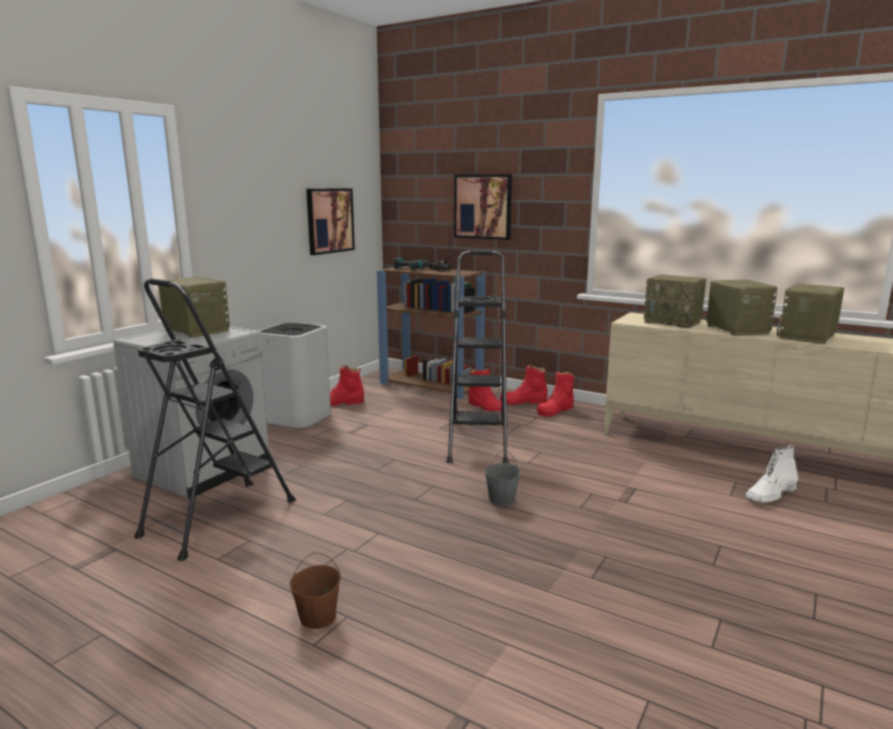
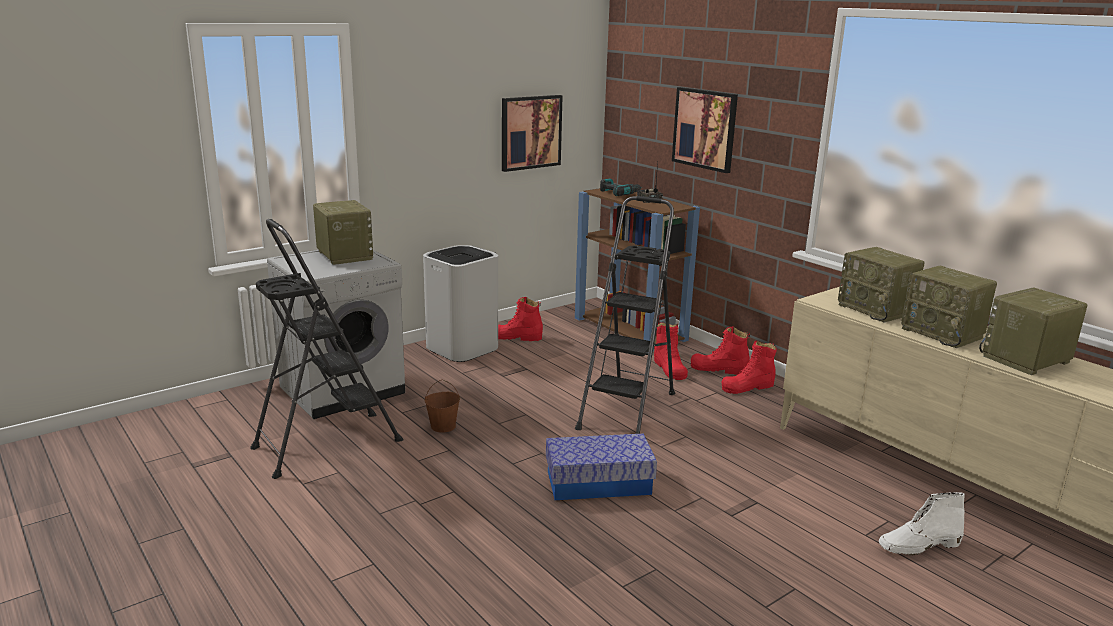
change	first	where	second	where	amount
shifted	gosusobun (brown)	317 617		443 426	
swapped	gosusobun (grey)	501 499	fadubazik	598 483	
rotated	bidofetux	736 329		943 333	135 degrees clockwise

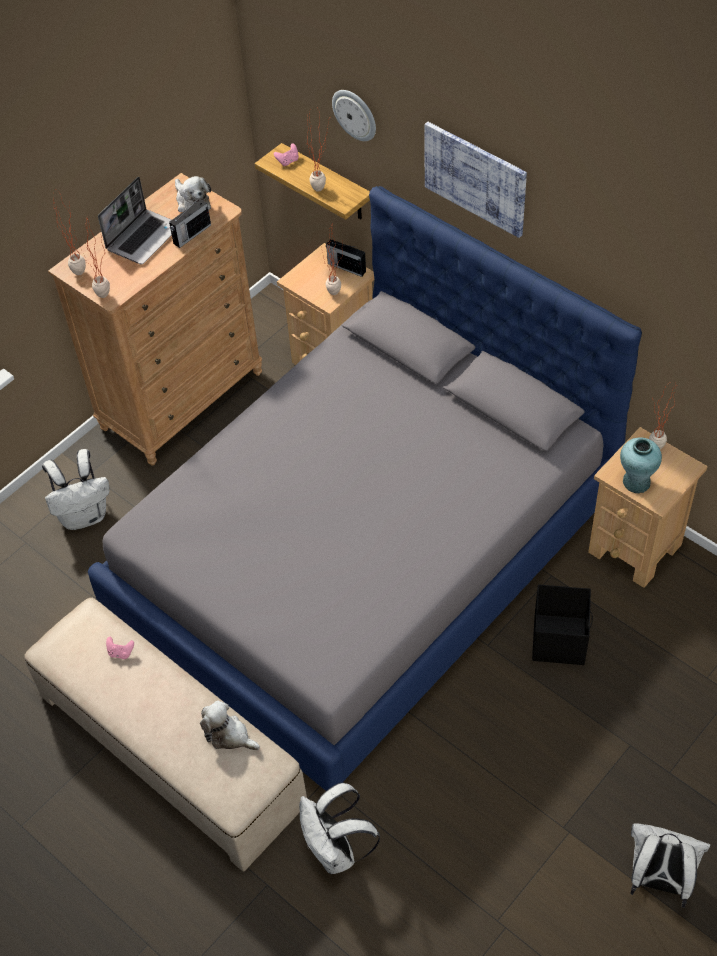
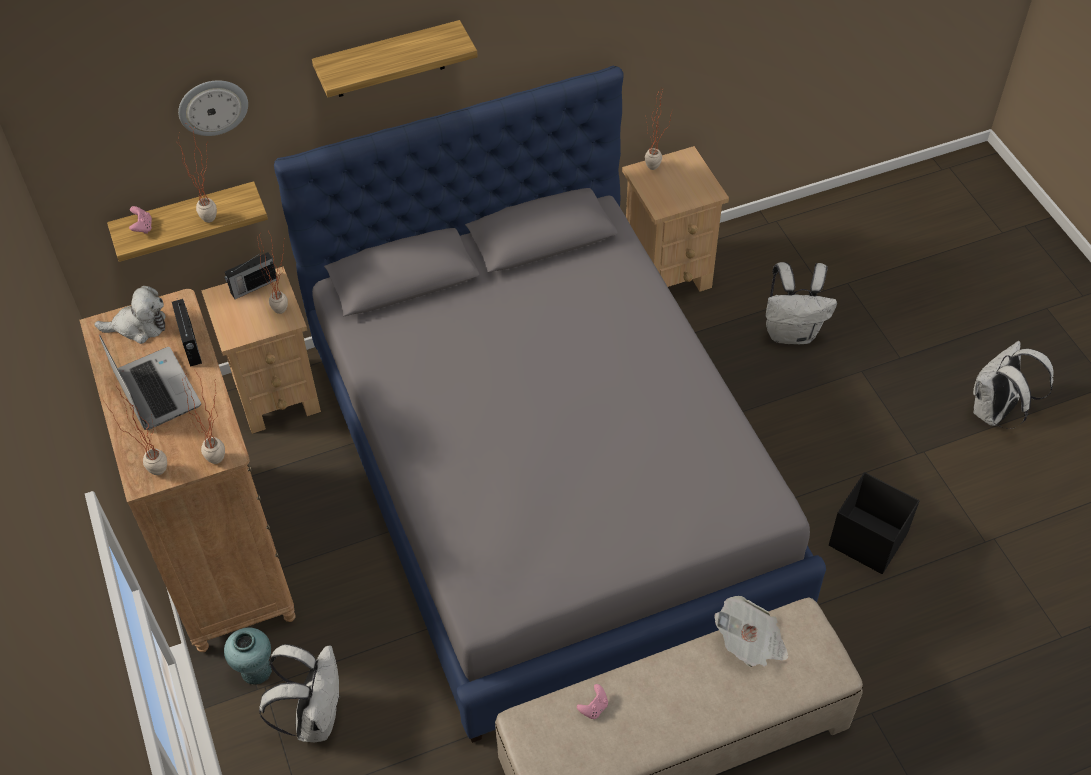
change	first	where	second	where	amount
shifted	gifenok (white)	336 851		792 332	
shifted	fadubazik (black)	559 639		867 539	
shifted	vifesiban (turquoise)	636 482		256 671	
swapped	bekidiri	229 735	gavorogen	750 643	
swapped	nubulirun	475 178	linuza	389 60	

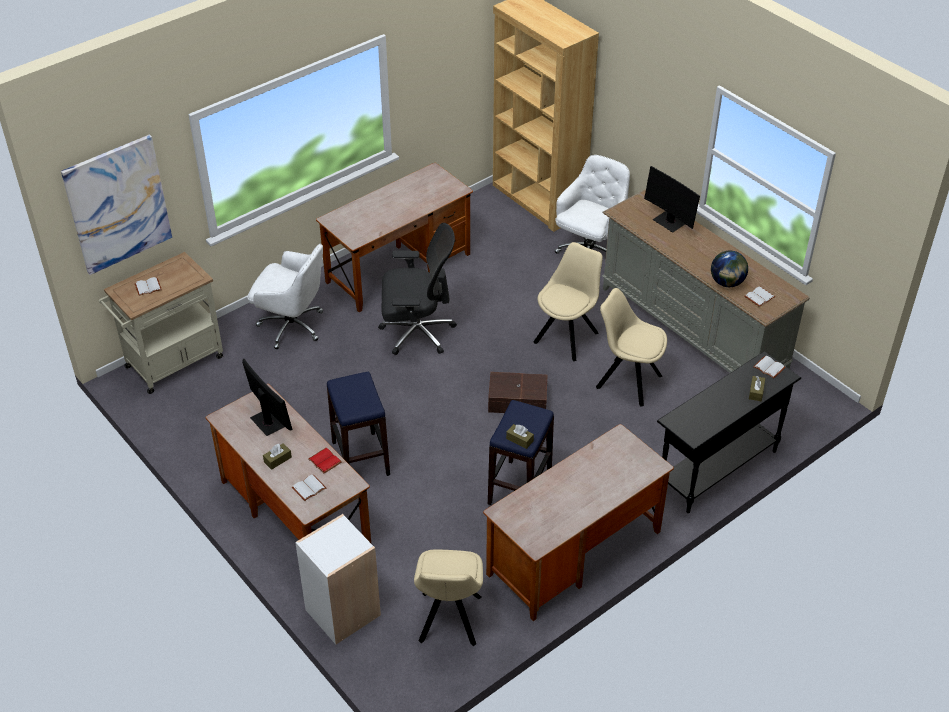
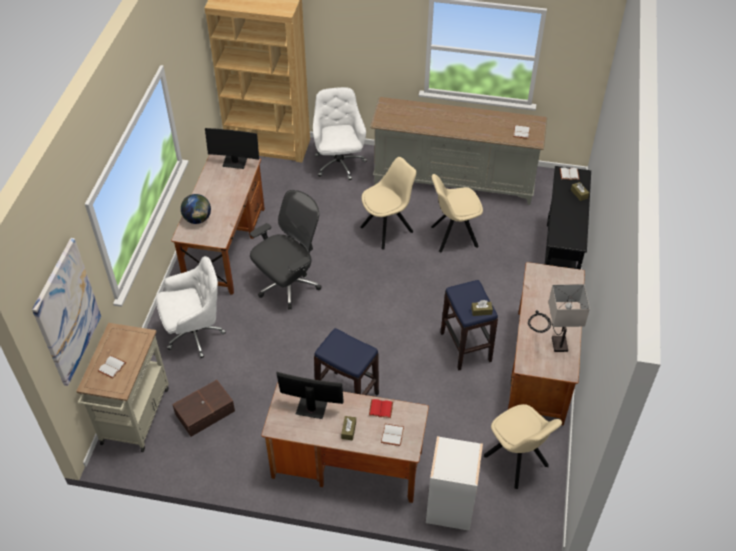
change	first	where	second	where	amount
new			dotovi	551 334	
shifted	fadubazik (brown)	517 400		204 412	
shifted	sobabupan	669 222		235 162	
shifted	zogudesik	727 283		198 219	
rotated	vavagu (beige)	567 338		387 229	60 degrees clockwise

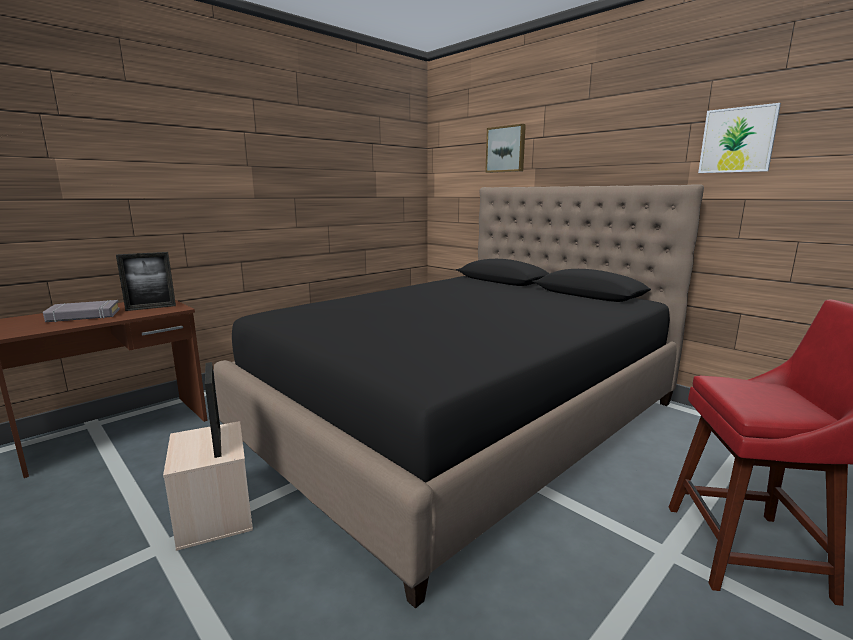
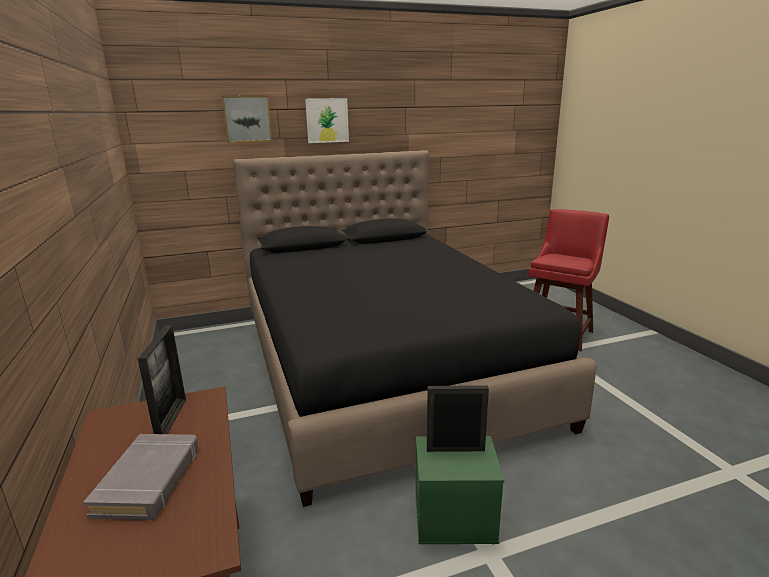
change	first	where	second	where	amount
shifted	nubulirun	737 140		327 120	
repainted	fadubazik (beige)	213 514	fadubazik (green)	453 518	

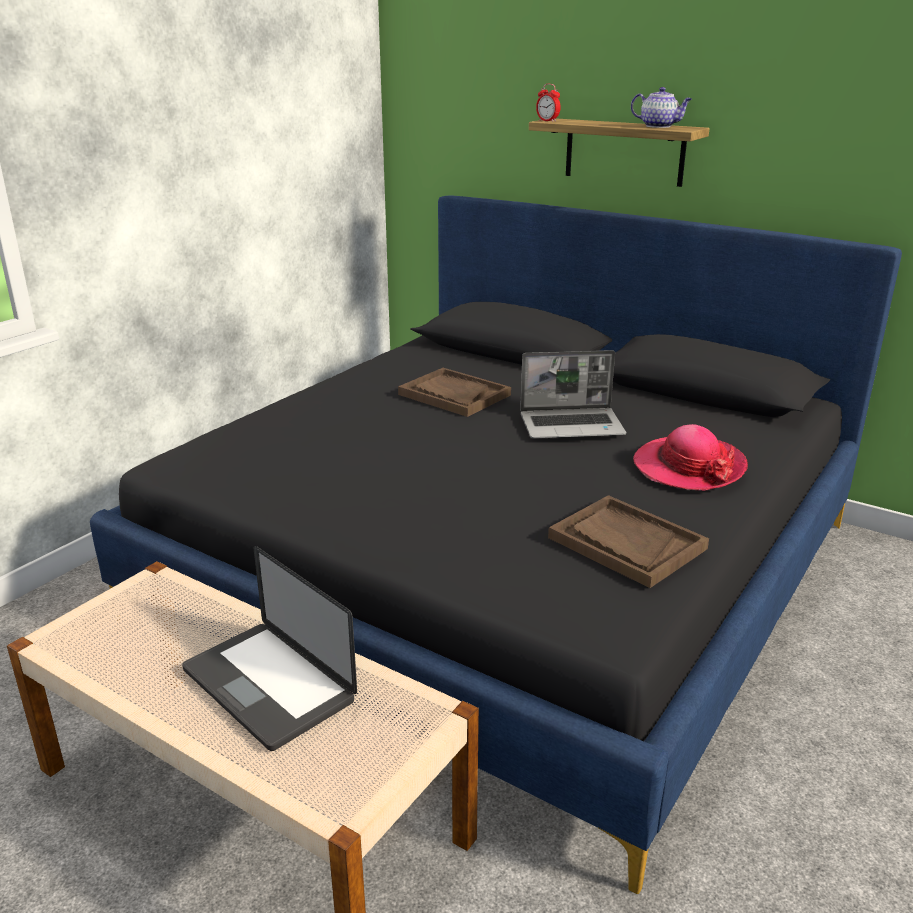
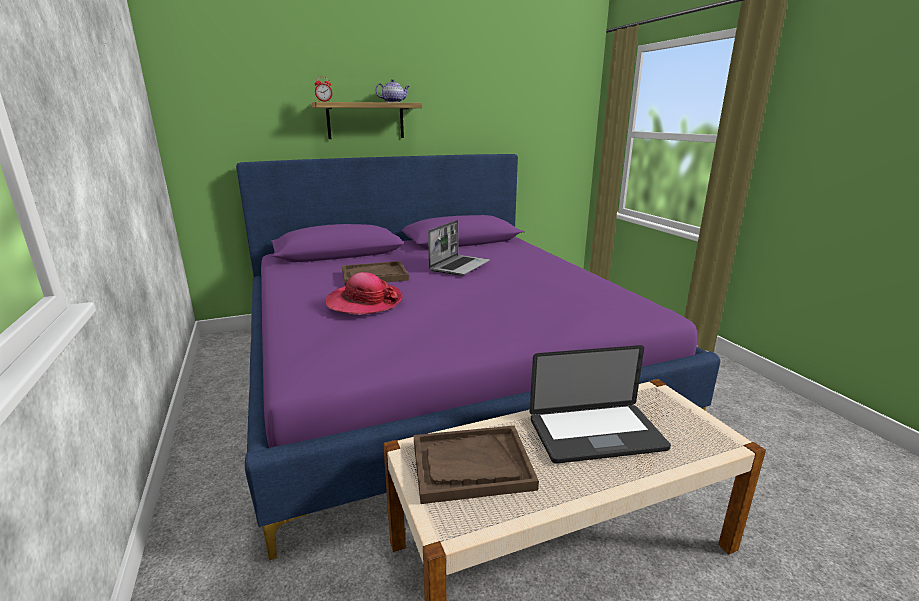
change	first	where	second	where	amount
shifted	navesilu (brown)	626 543		471 465	
shifted	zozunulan	688 467		364 302	
repainted	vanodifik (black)	509 569	vanodifik (purple)	438 370	

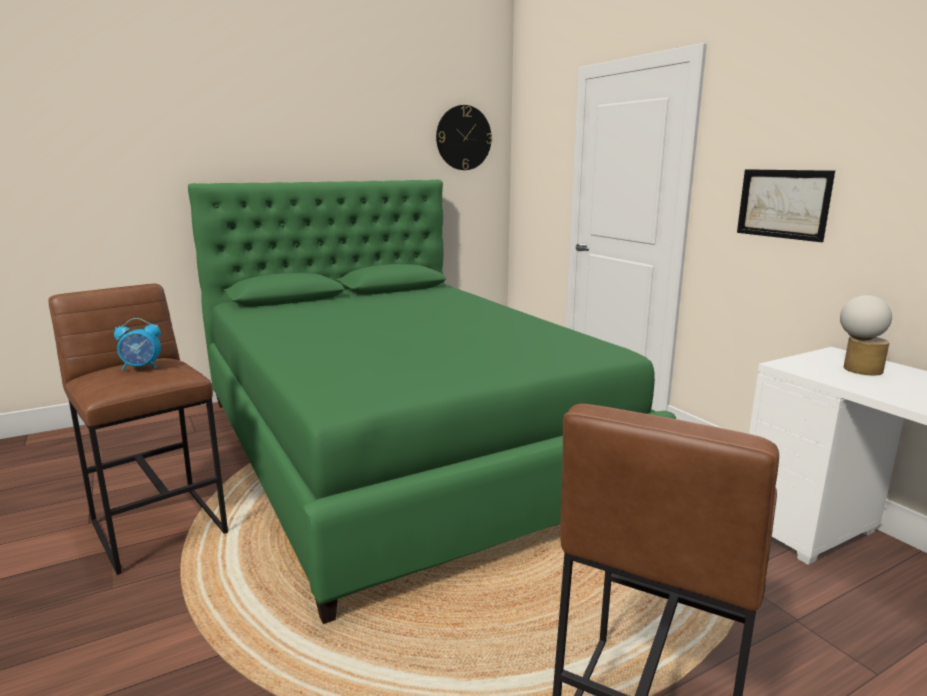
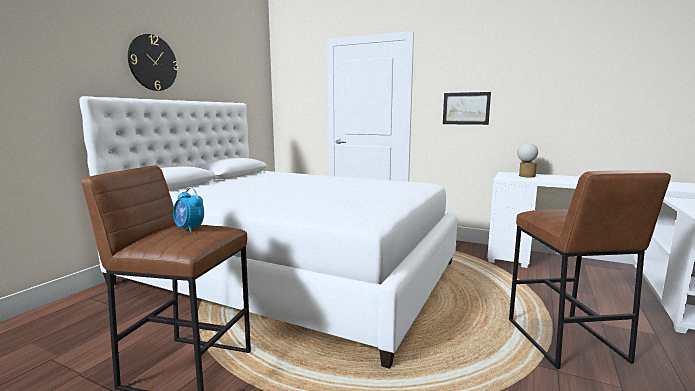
change	first	where	second	where	amount
shifted	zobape	463 138		153 63	
repainted	vanodifik (green)	402 446	vanodifik (white)	290 273	
rotated	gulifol	142 368		189 229	90 degrees clockwise

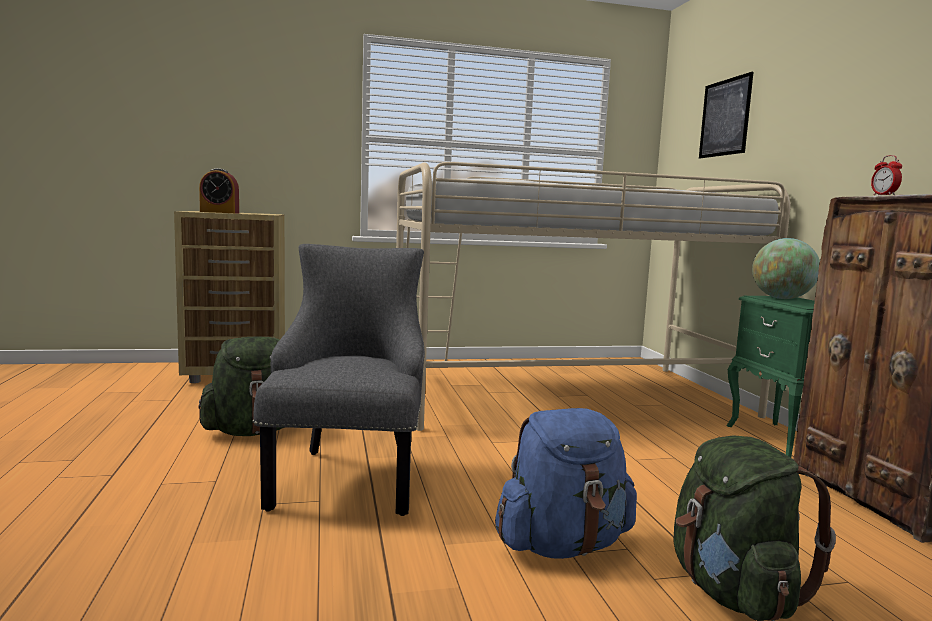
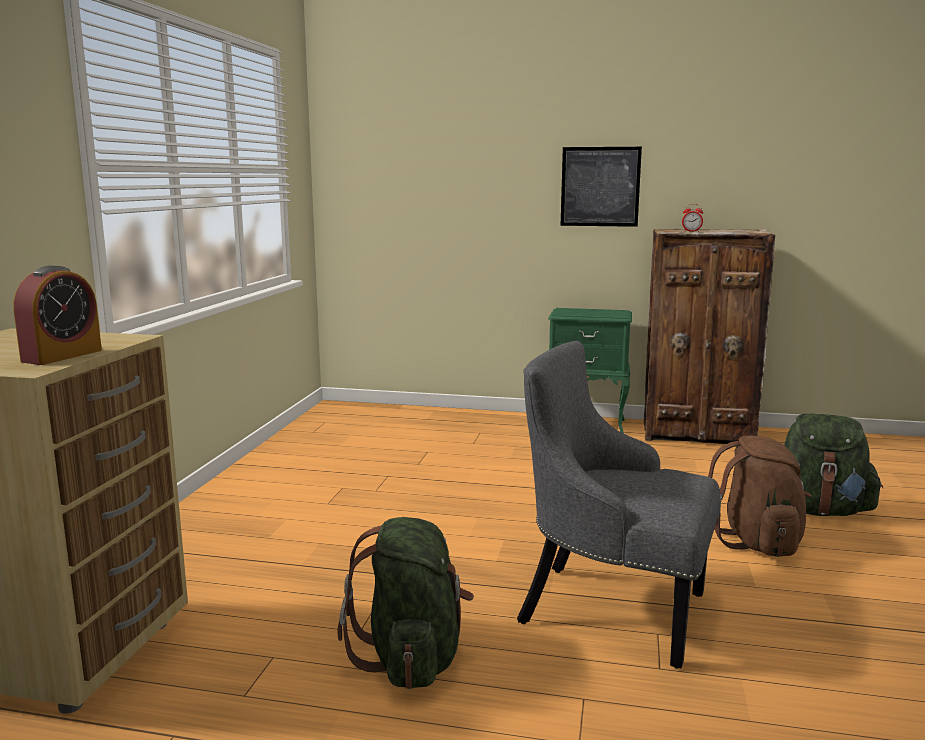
change	first	where	second	where	amount
gone	vanodifik (beige)	559 394			
gone	zogudesik	782 298			
shifted	nubulirun	725 117		600 186	
repainted	gifenok (blue)	563 545	gifenok (brown)	757 542	

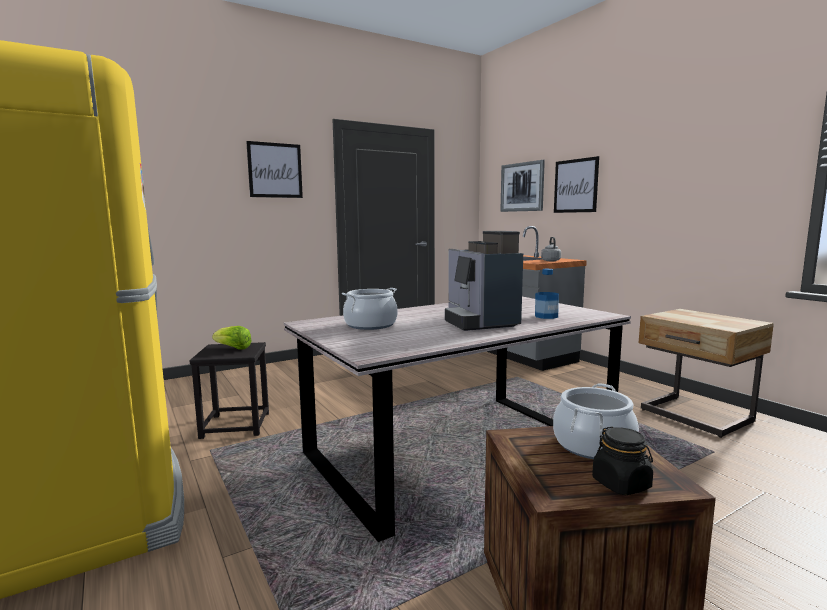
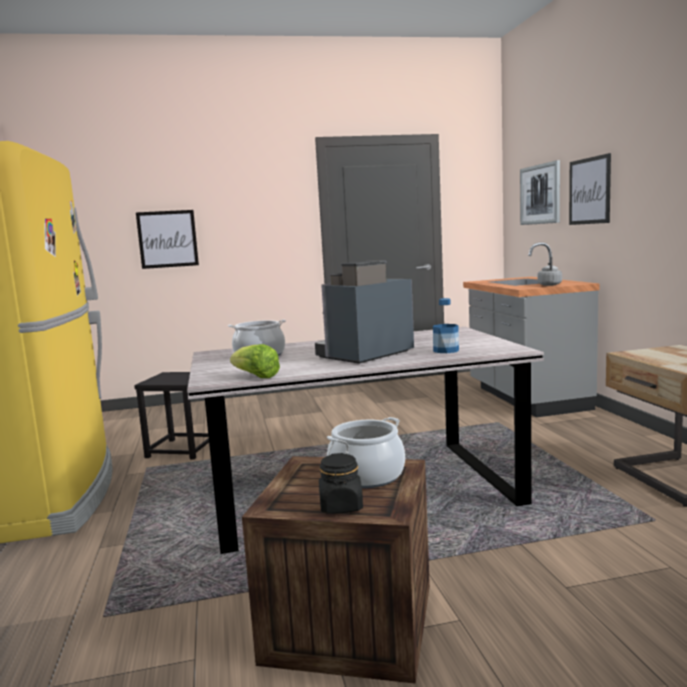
change	first	where	second	where	amount
shifted	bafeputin	233 348		256 376	
shifted	nubulirun	275 170		167 239	
rotated	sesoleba	479 322		364 355	45 degrees clockwise

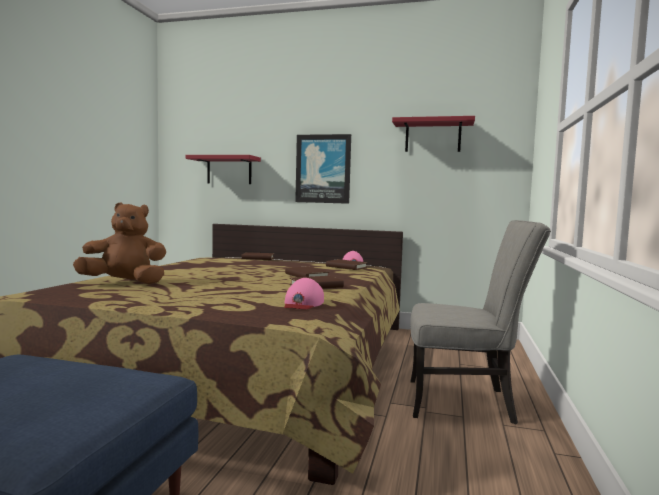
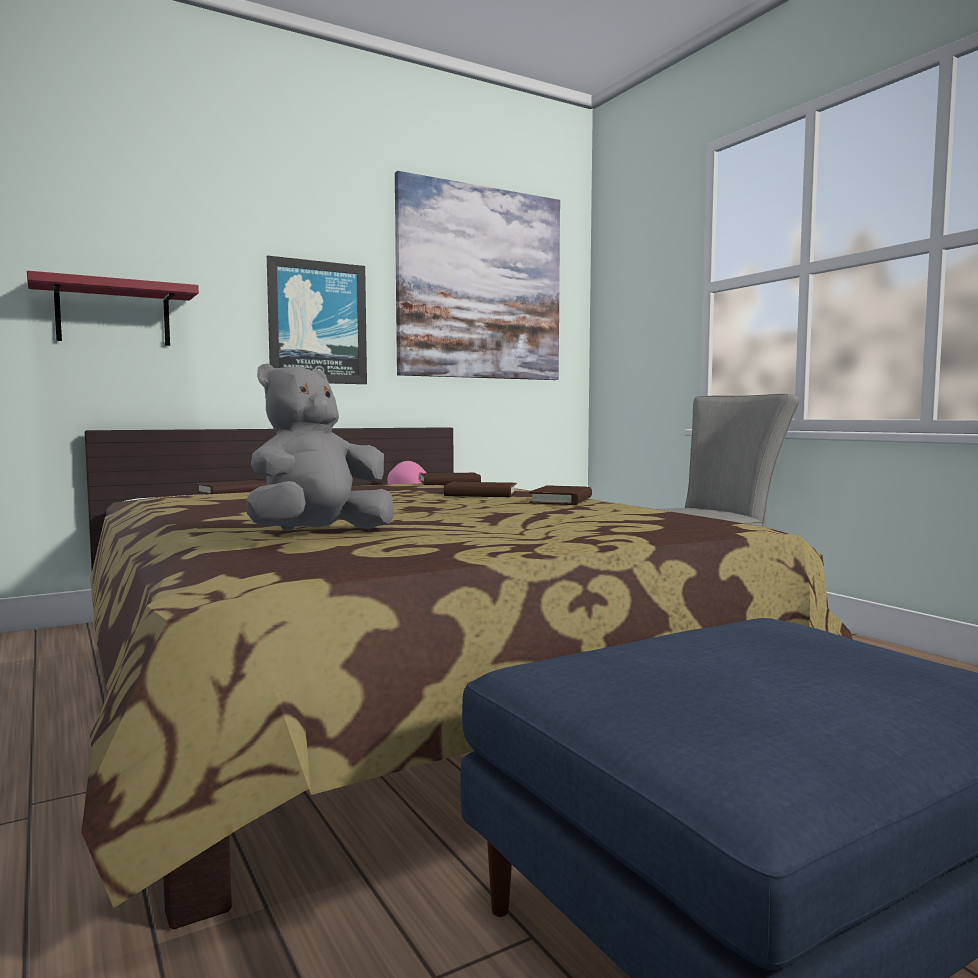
change	first	where	second	where	amount
gone	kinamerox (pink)	303 303			
swapped	linuza (red)	433 136	nubulirun	480 284	
repainted	bekidiri (brown)	125 283	bekidiri (grey)	318 535	

